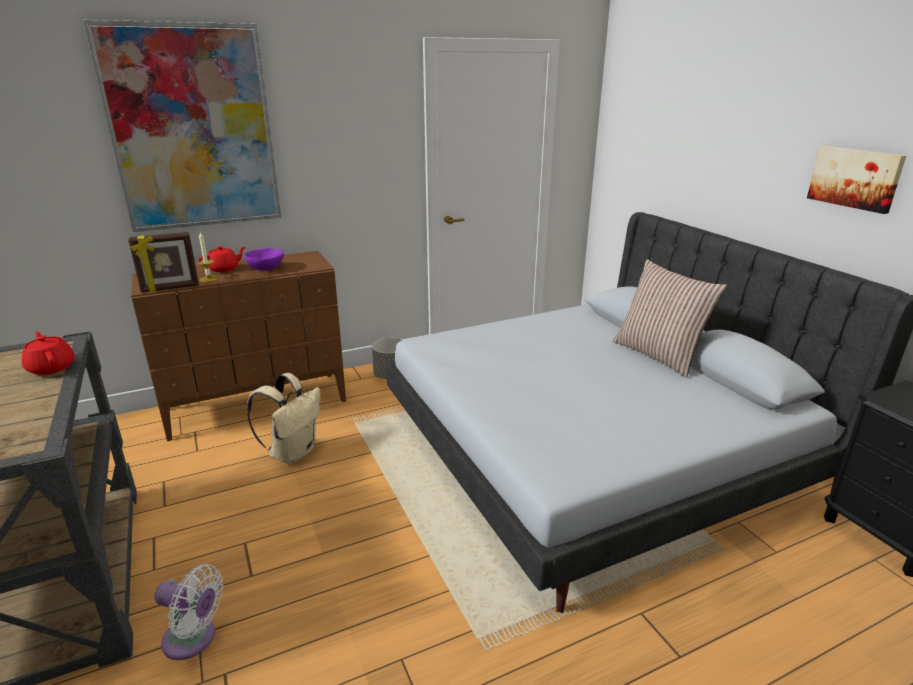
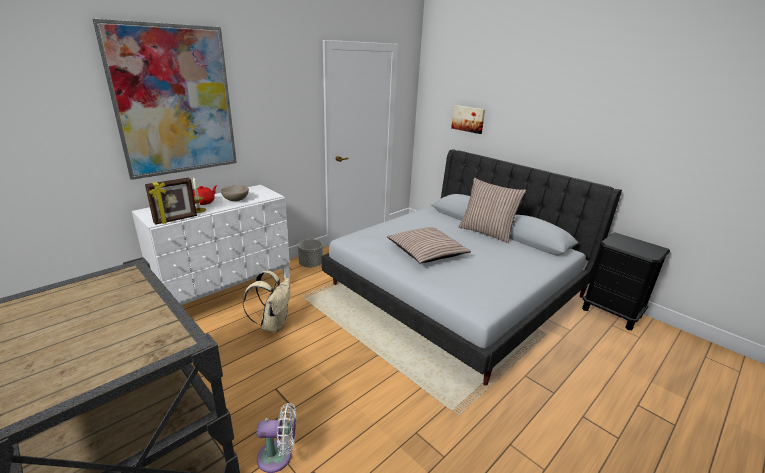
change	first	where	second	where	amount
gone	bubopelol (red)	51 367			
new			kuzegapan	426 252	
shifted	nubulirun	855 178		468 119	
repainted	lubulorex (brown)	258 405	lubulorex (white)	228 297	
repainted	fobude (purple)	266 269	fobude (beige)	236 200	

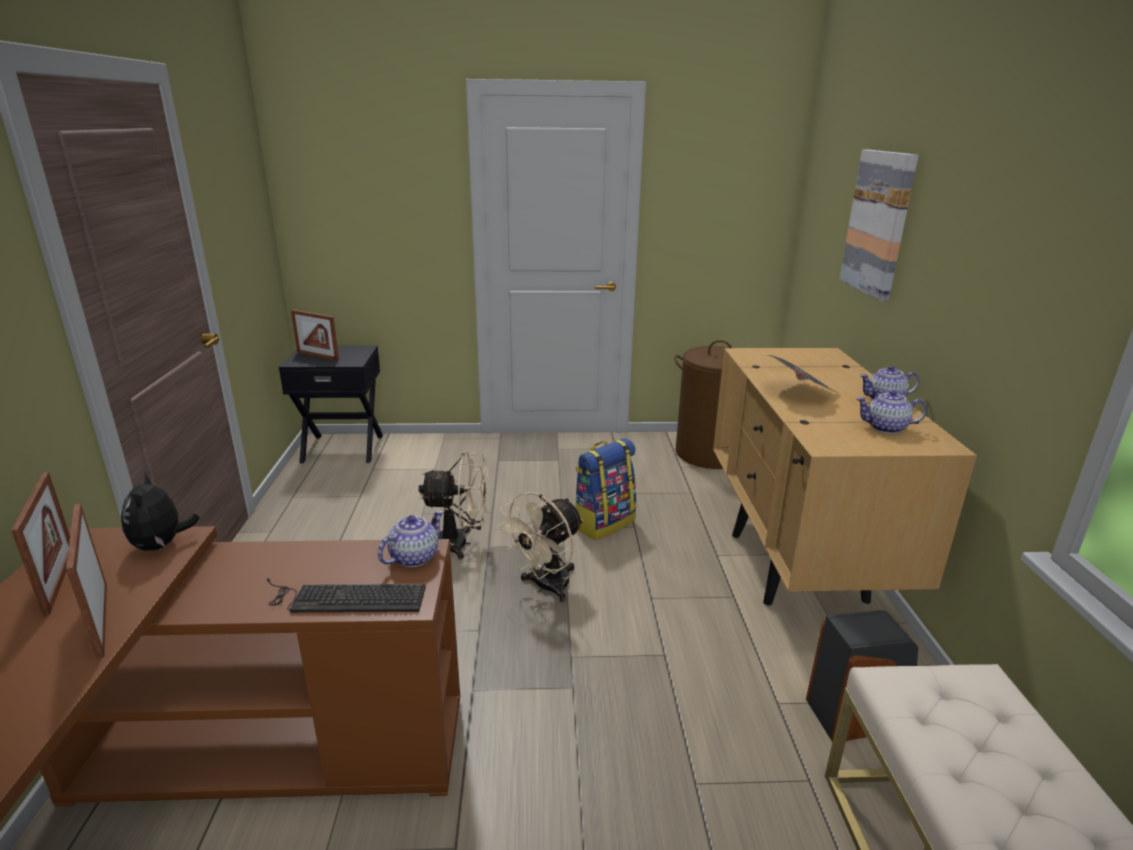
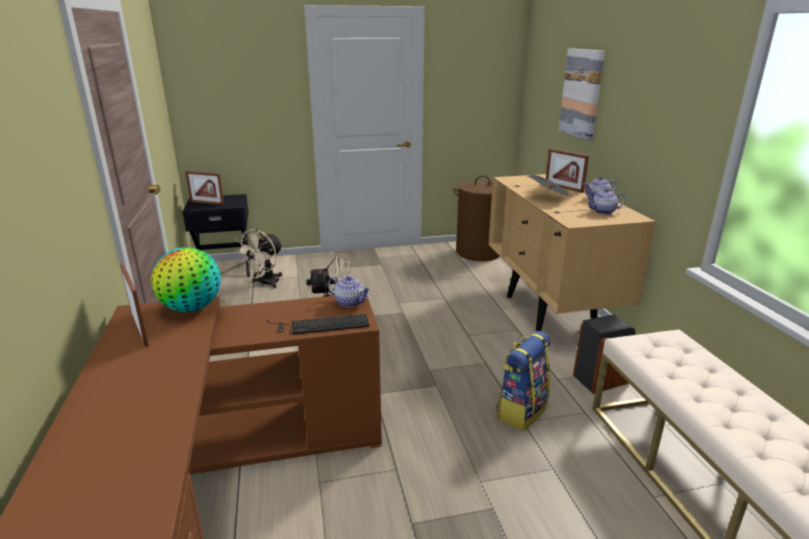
change	first	where	second	where	amount
shifted	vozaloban	102 619		563 188	
shifted	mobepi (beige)	545 587		265 283	
shifted	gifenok	603 523		521 410	
swapped	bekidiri	162 545	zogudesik	192 308	
rotated	bubopelol	414 557		350 302	90 degrees clockwise

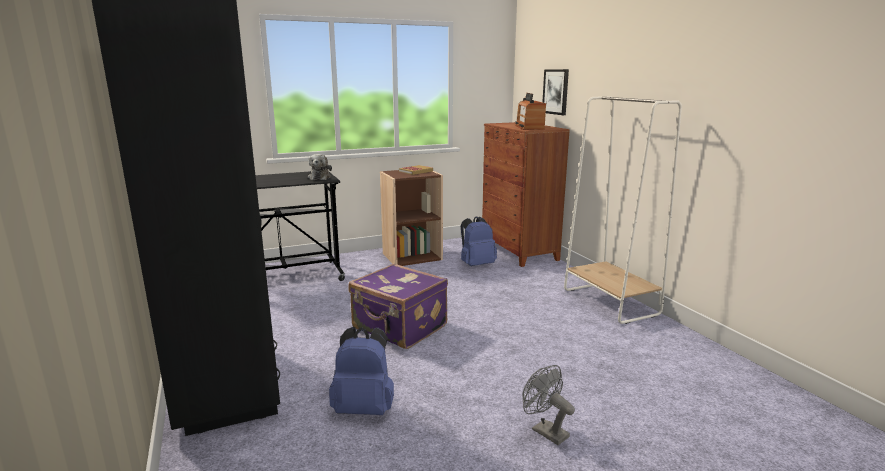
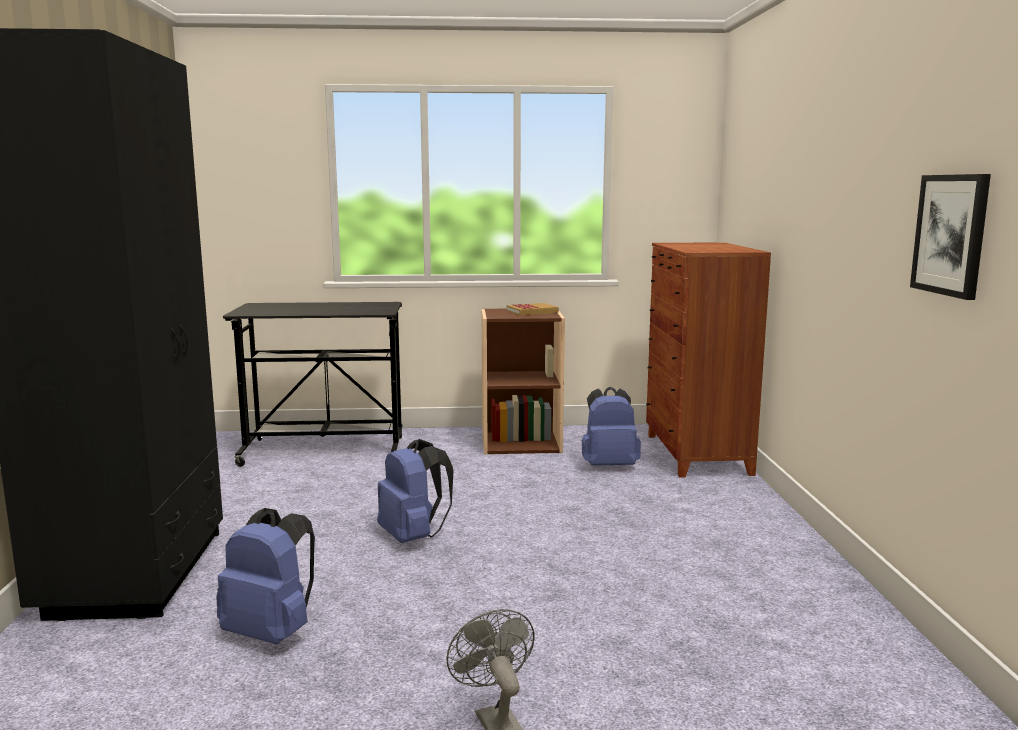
change	first	where	second	where	amount
gone	bekidiri	320 177			
gone	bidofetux	529 127			
gone	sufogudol	610 302			
shifted	nubulirun	556 91		951 234	
swapped	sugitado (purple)	399 328	gifenok (blue)	413 537	

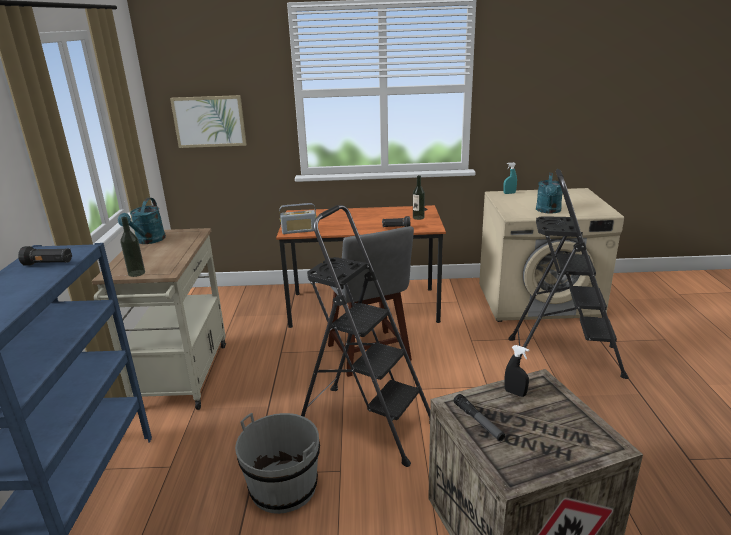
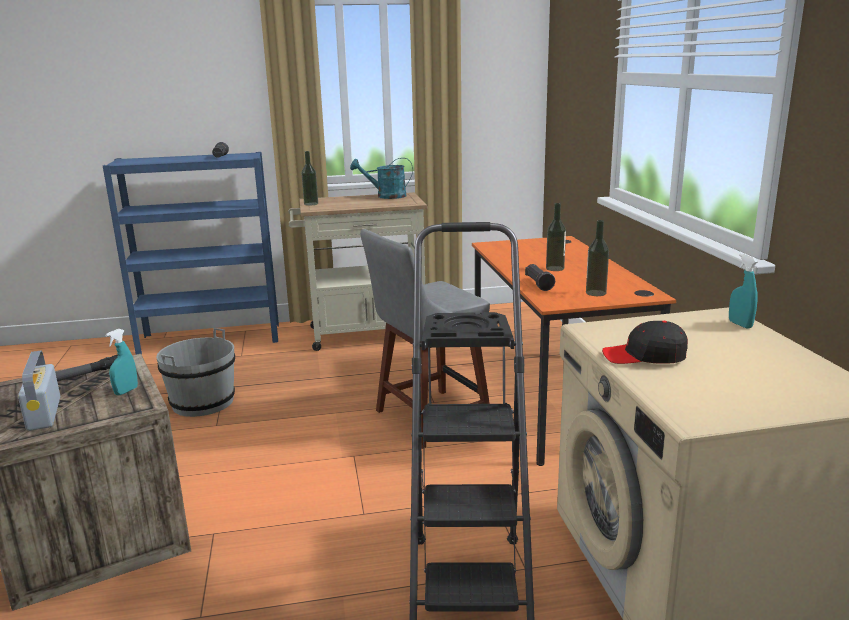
change	first	where	second	where	amount
gone	nubulirun	209 121			
gone	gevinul	365 422			
new			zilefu	555 268	
shifted	bidofetux	299 231		44 413	
swapped	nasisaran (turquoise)	548 211	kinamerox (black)	644 356	
repainted	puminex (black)	515 393	puminex (turquoise)	126 391	

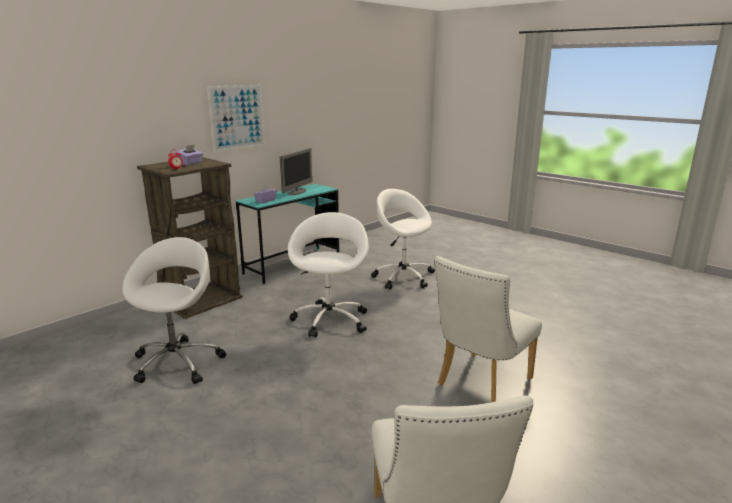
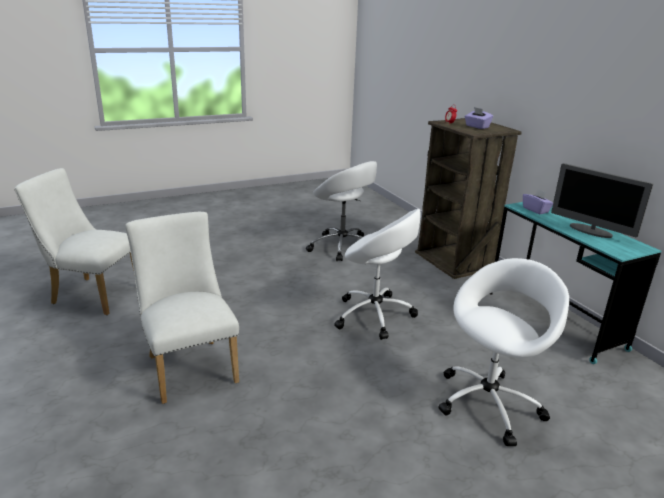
change	first	where	second	where	amount
gone	nubulirun	237 117			

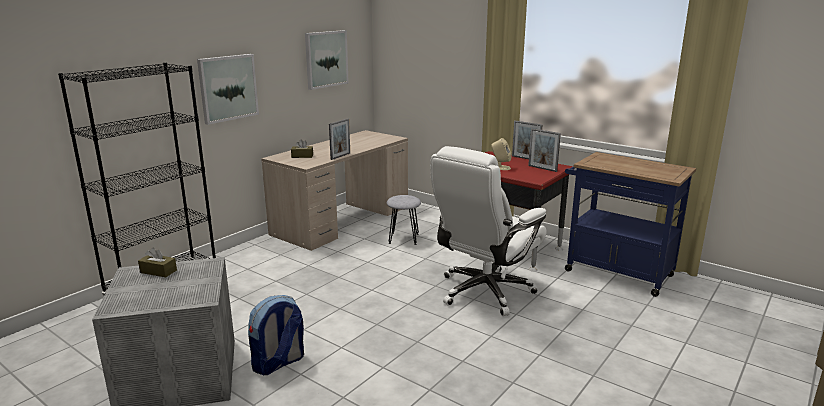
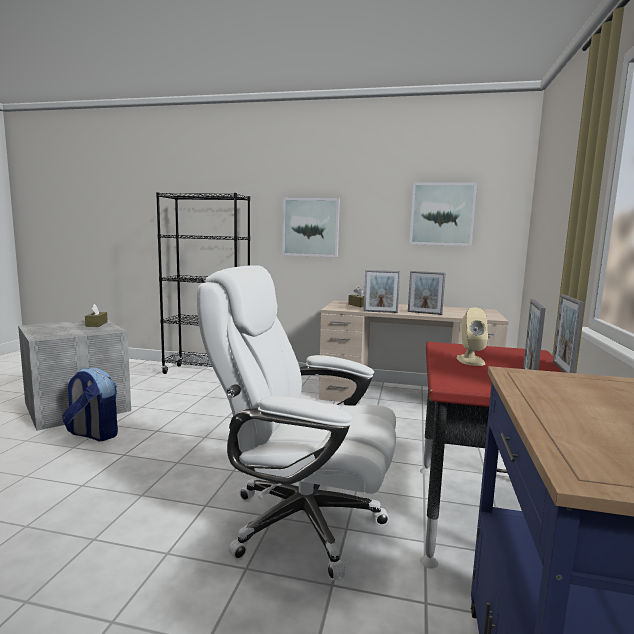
change	first	where	second	where	amount
gone	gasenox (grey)	403 238			
new			vozaloban	424 313	

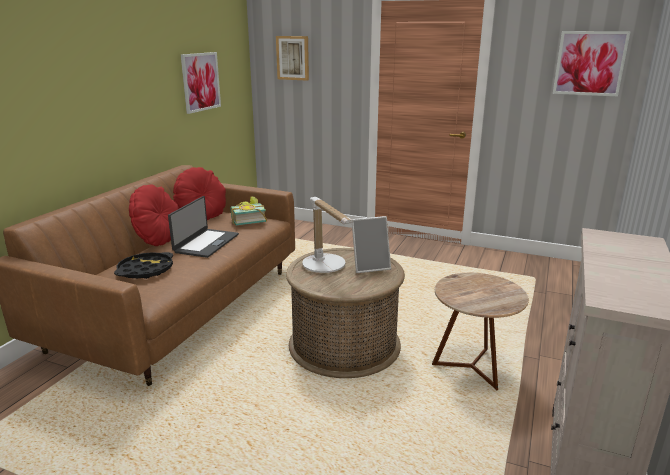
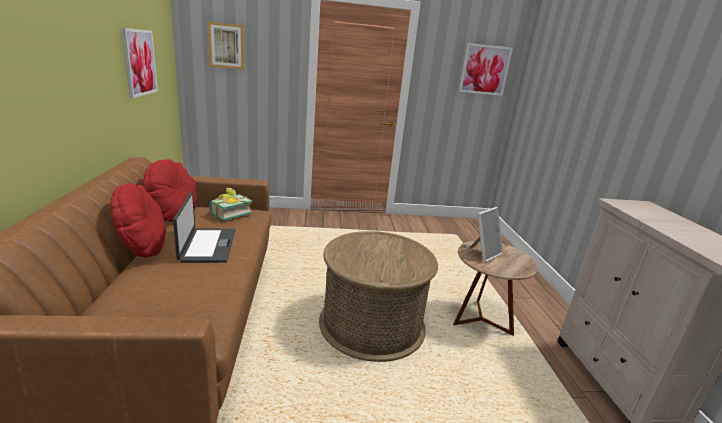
change	first	where	second	where	amount
gone	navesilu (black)	145 270			
gone	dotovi	326 267			
shifted	vozaloban	370 266		483 253	

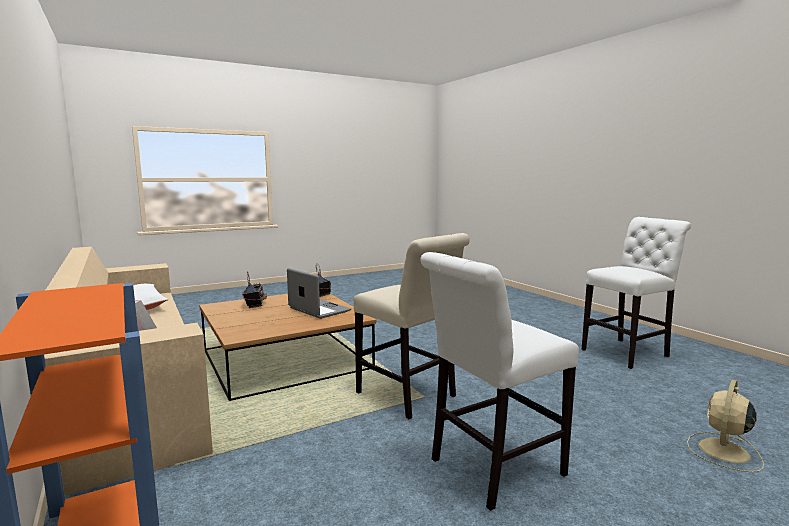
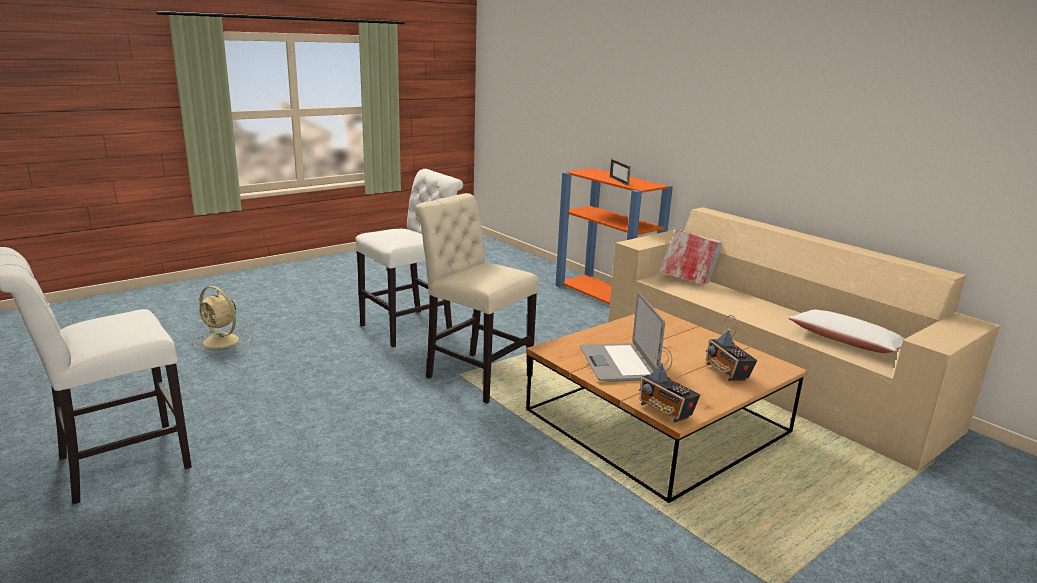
change	first	where	second	where	amount
new			vozaloban	619 181	
rotated	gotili	319 310		618 363	45 degrees clockwise
rotated	mobepi (beige)	723 451		222 342	90 degrees clockwise

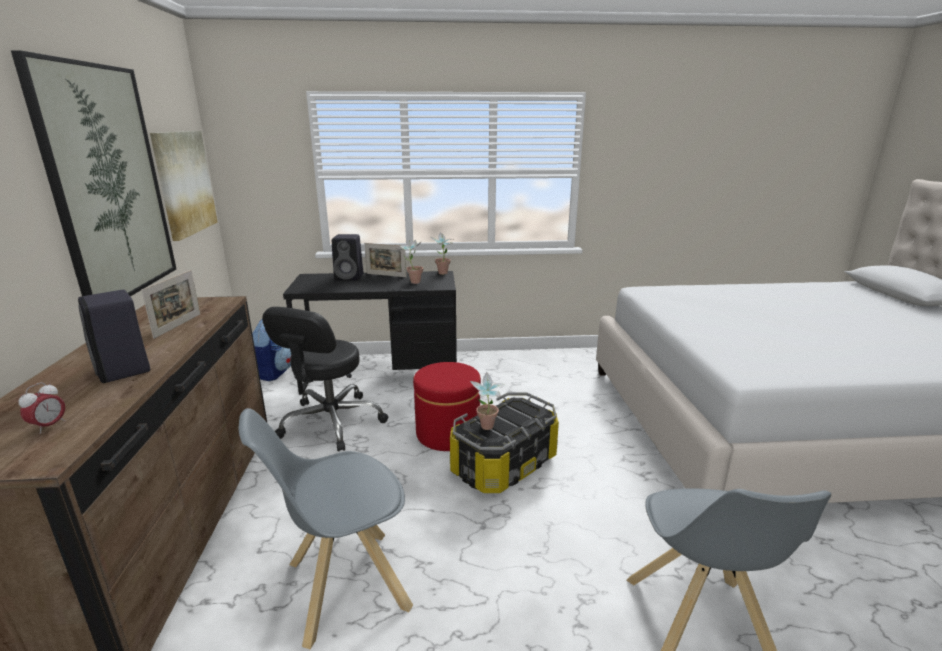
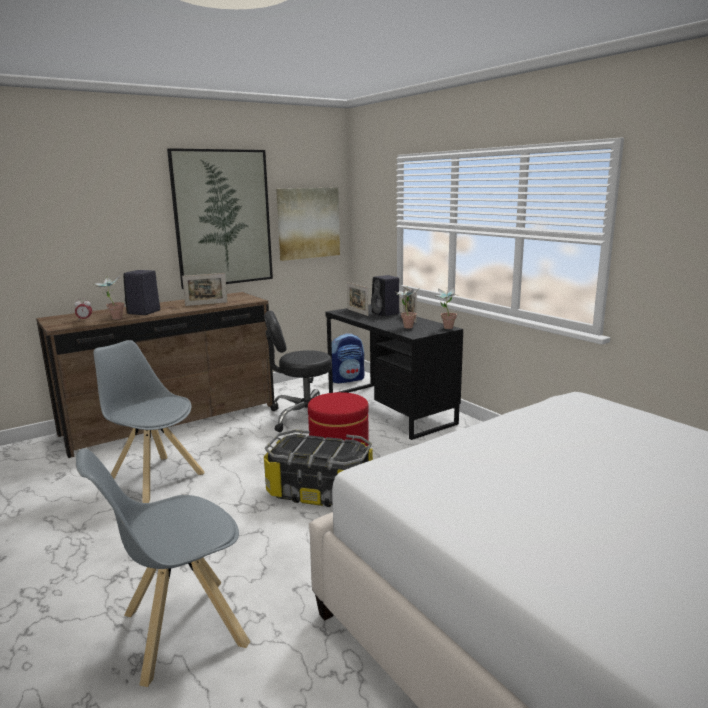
change	first	where	second	where	amount
new			vozaloban	357 312	
shifted	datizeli	487 429		113 319	

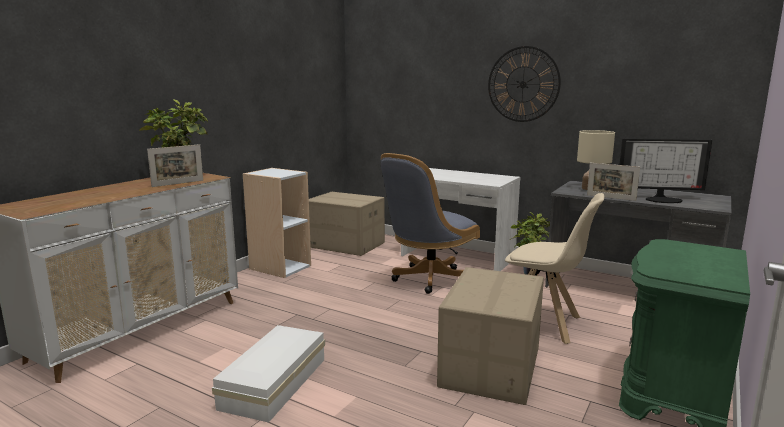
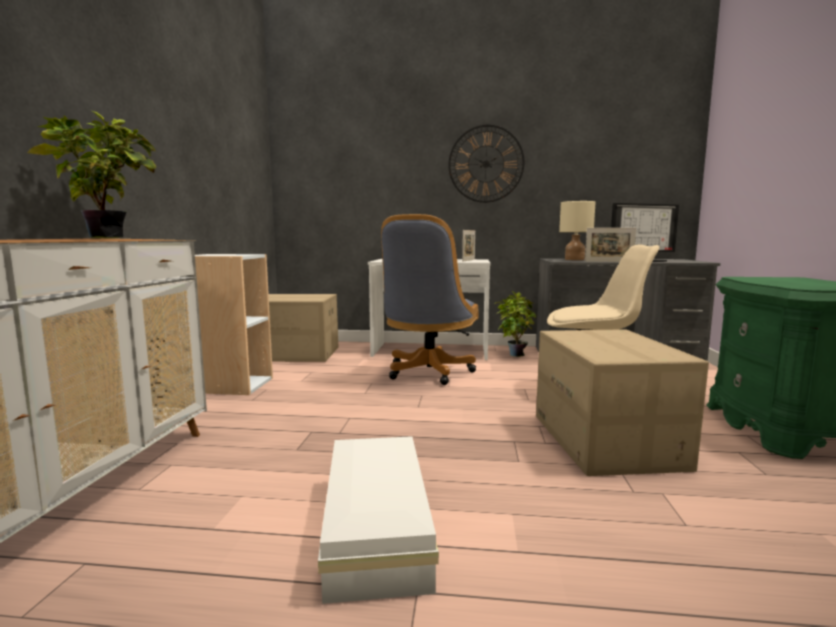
change	first	where	second	where	amount
shifted	vozaloban	178 183		468 260	

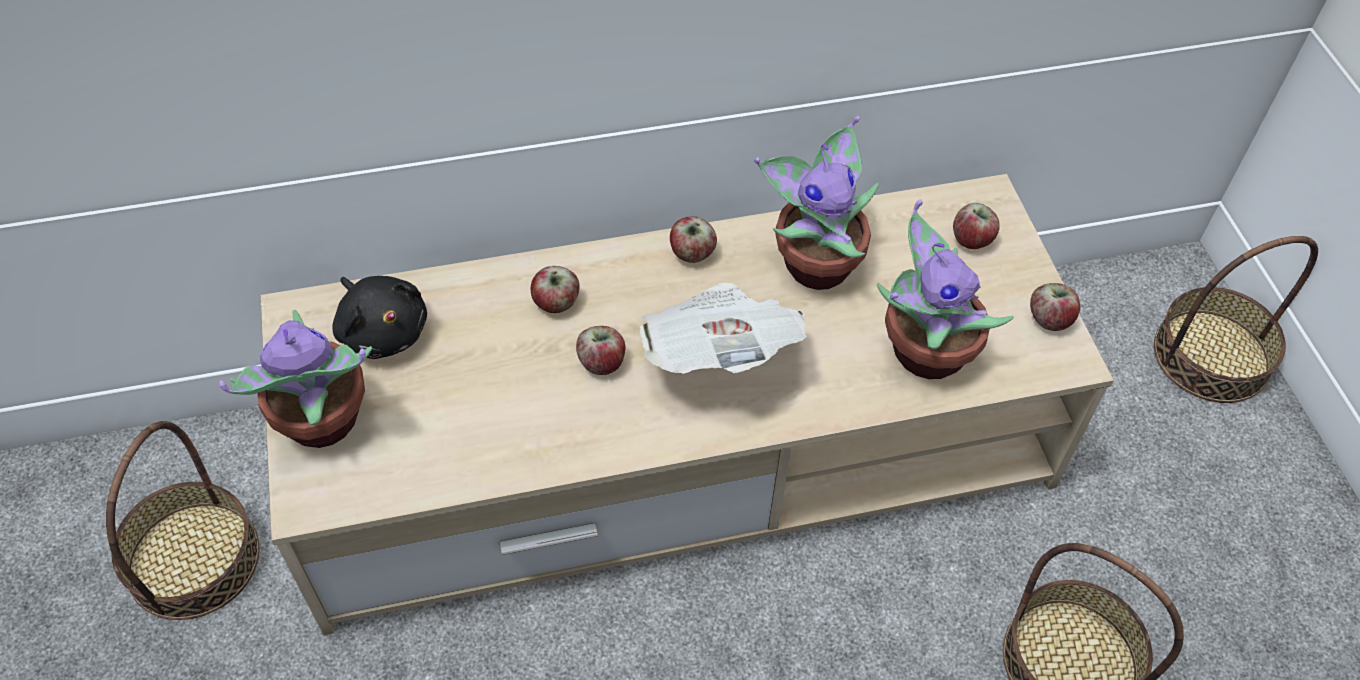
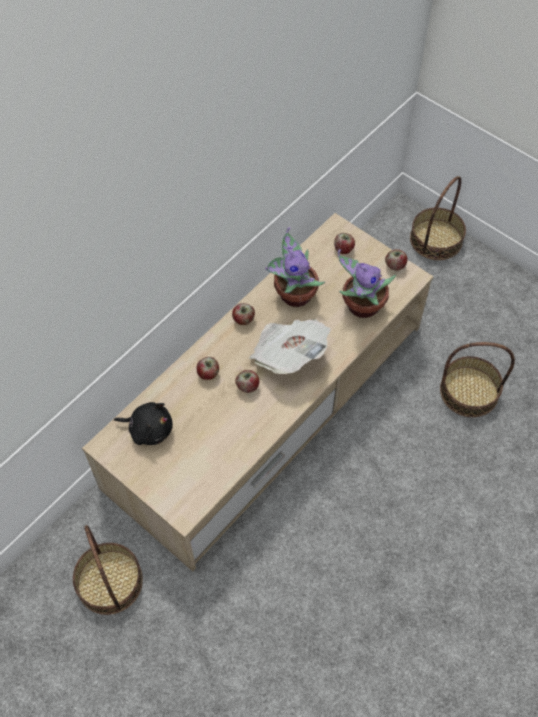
change	first	where	second	where	amount
gone	datizeli	322 423			

